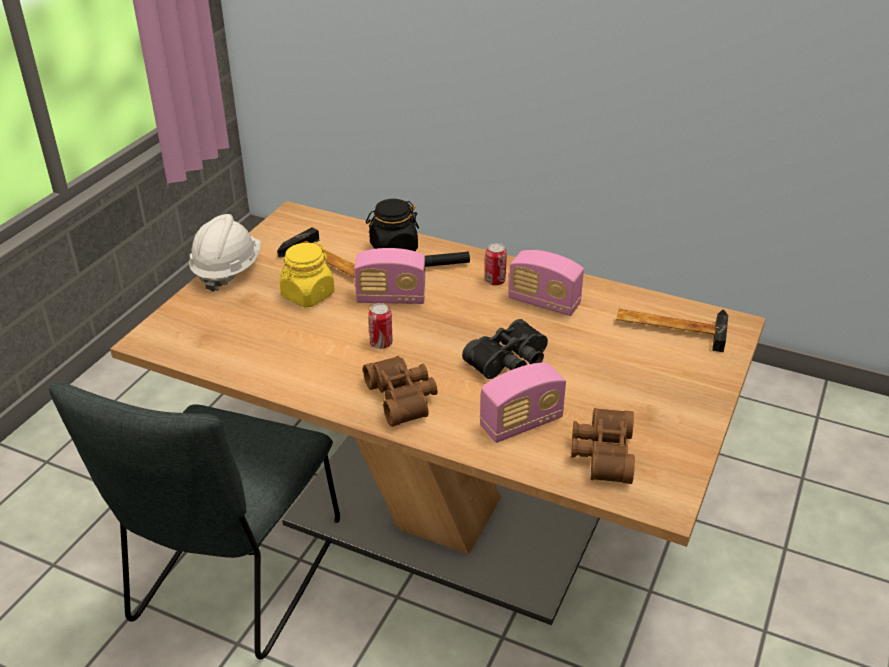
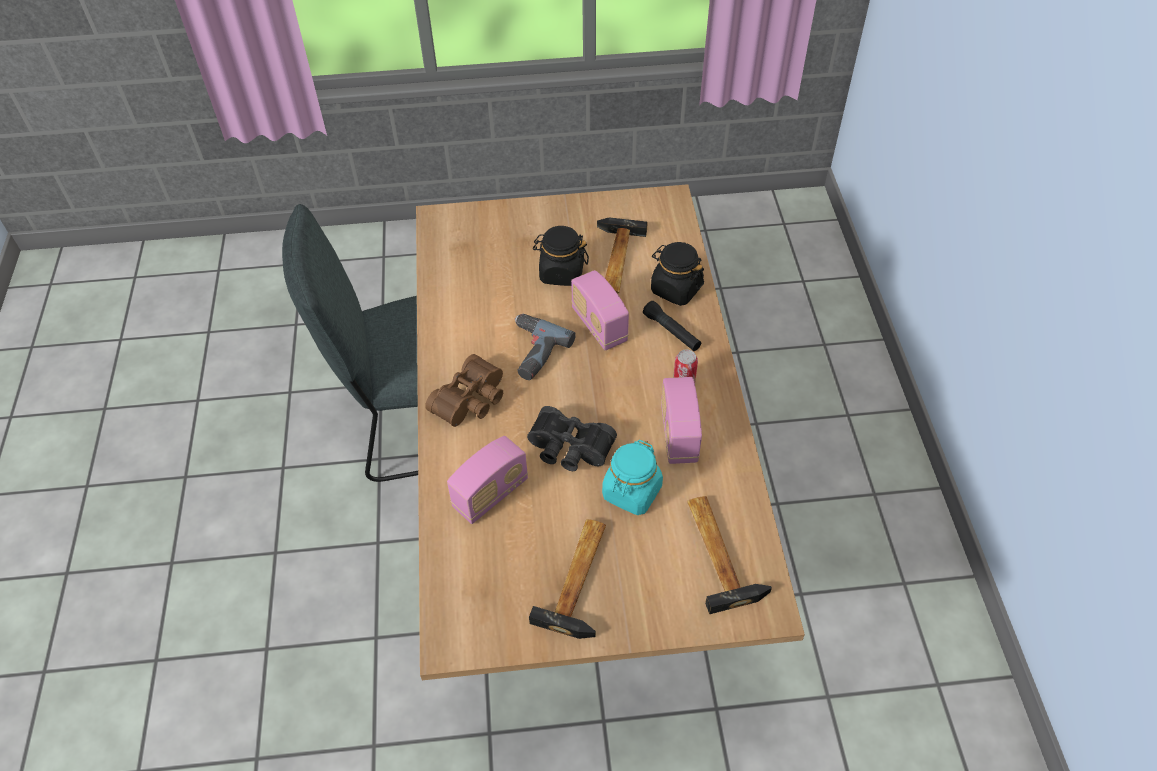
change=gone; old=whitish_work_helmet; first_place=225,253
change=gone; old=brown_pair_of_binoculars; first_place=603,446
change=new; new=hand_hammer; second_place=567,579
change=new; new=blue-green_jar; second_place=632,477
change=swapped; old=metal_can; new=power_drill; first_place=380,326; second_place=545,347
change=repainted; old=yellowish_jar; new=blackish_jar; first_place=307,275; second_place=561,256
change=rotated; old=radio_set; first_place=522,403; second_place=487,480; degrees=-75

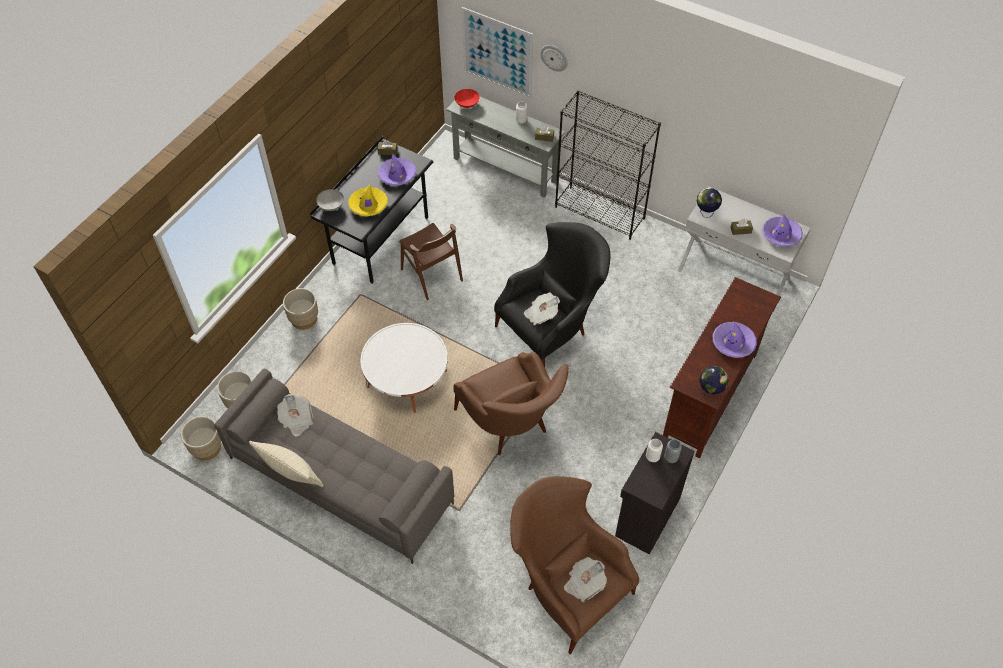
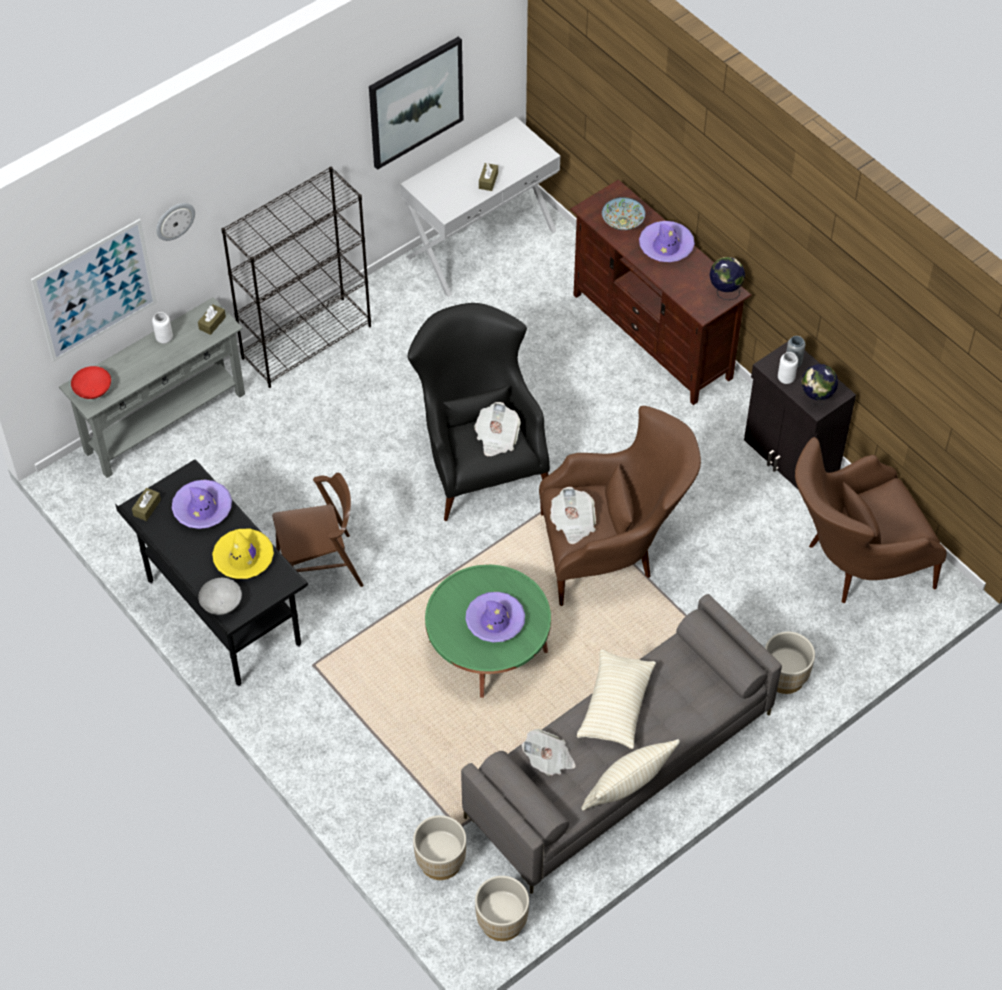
change=new; new=picture; second_place=416,103
change=new; new=beige-coloured_cushion; second_place=616,699
change=new; new=serving_bowl; second_place=624,213
change=shifted; old=beige-coloured_planter; first_place=300,309; second_place=790,663
change=shifted; old=printed_paper; first_place=585,579; second_place=573,515
change=shifted; old=world_globe; first_place=709,203; second_place=819,384
change=shifted; old=purplish_clothing_hat; first_place=782,230; second_place=495,617
change=repainted; old=whitish_low_table; new=greenish_low_table; first_place=404,368; second_place=488,631

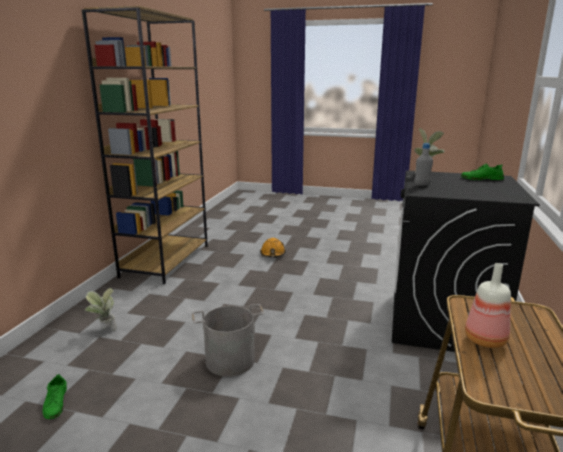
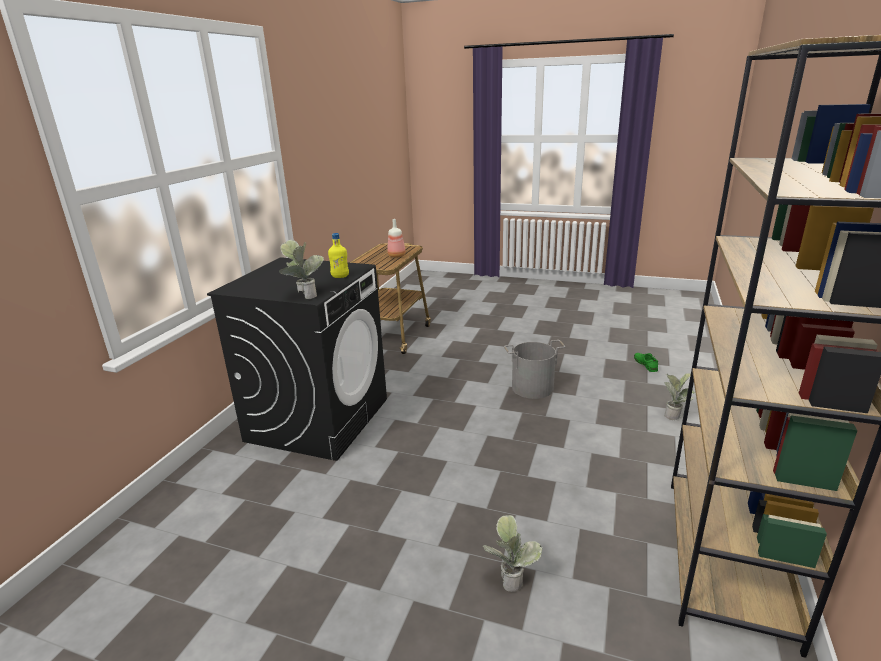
change=gone; old=greenish_low_shoe; first_place=482,171
change=swapped; old=orangey_work_helmet; new=plant_in_a_pot; first_place=273,247; second_place=513,553
change=repainted; old=gray_drink_bottle; new=yellowish_drink_bottle; first_place=423,164; second_place=338,255

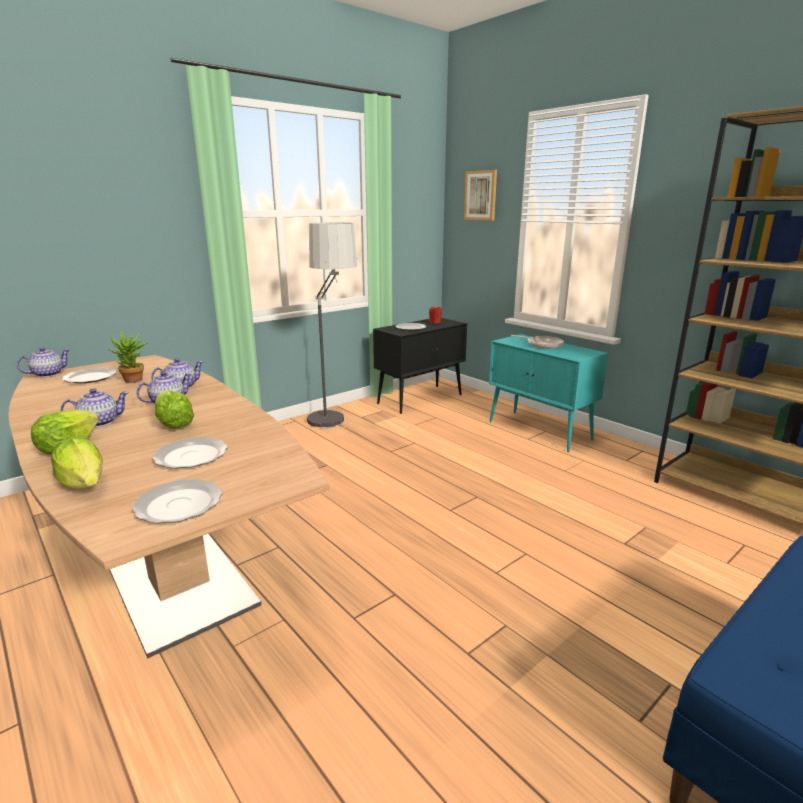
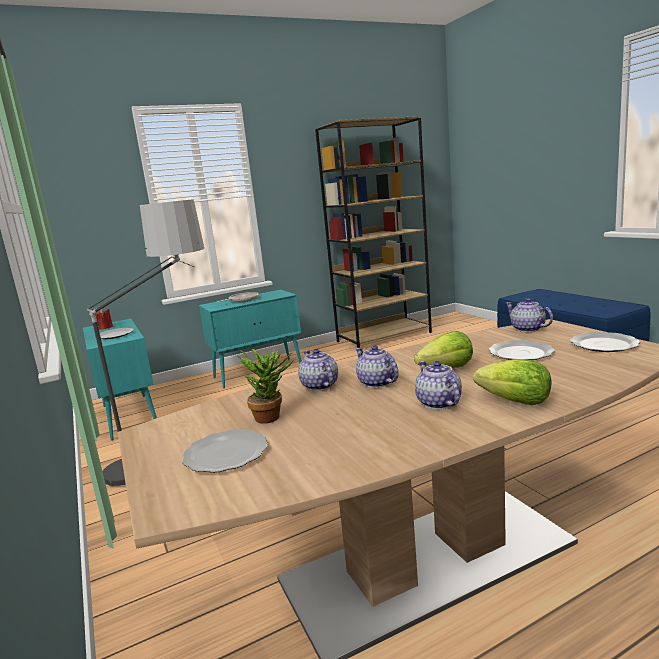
change=gone; old=lettuce; first_place=77,463
change=gone; old=picture; first_place=480,195
change=shifted; old=tea_pot; first_place=43,362; second_place=529,315
change=repainted; old=blackish_cabinet; new=blue-green_cabinet; first_place=420,366; second_place=120,379

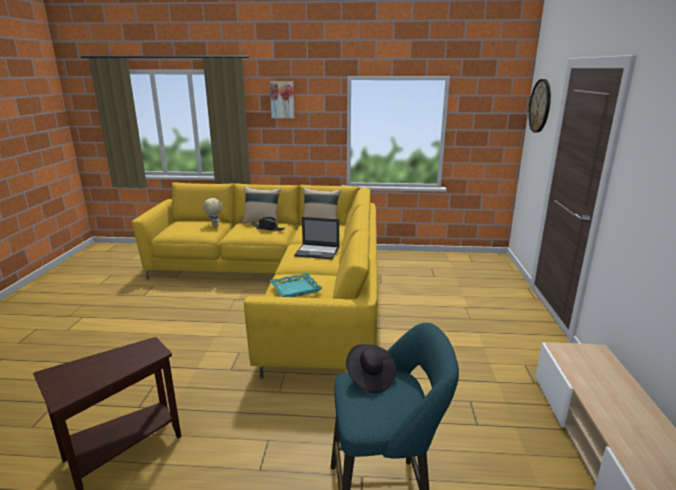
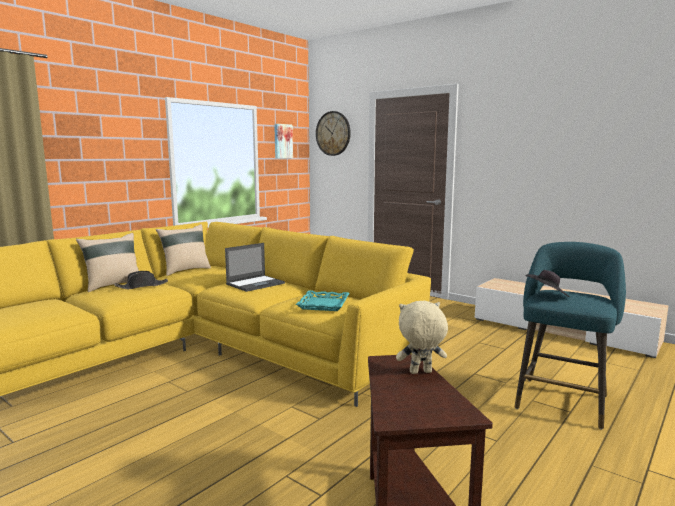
change=shifted; old=beige-coloured_cuddly_toy; first_place=212,212; second_place=422,337
change=shifted; old=picture; first_place=282,99; second_place=283,141

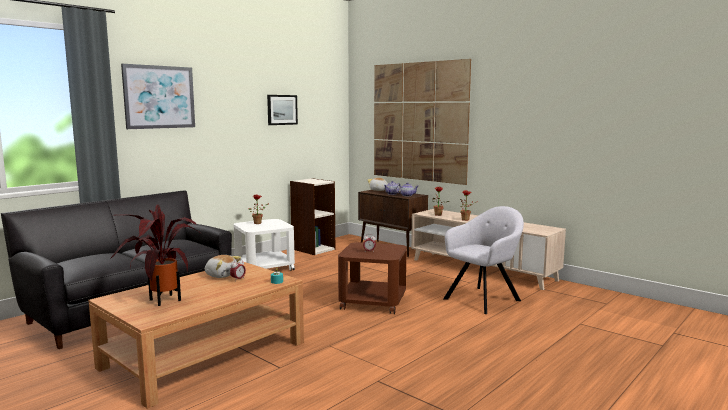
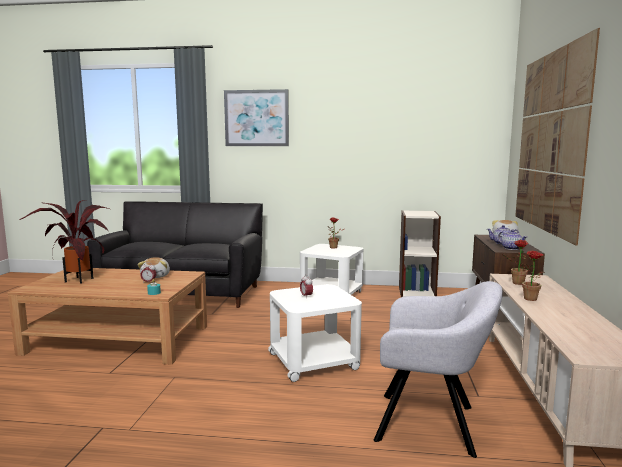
change=gone; old=picture; first_place=282,110
change=repainted; old=brown_side_table; new=whitish_side_table; first_place=372,278; second_place=315,333

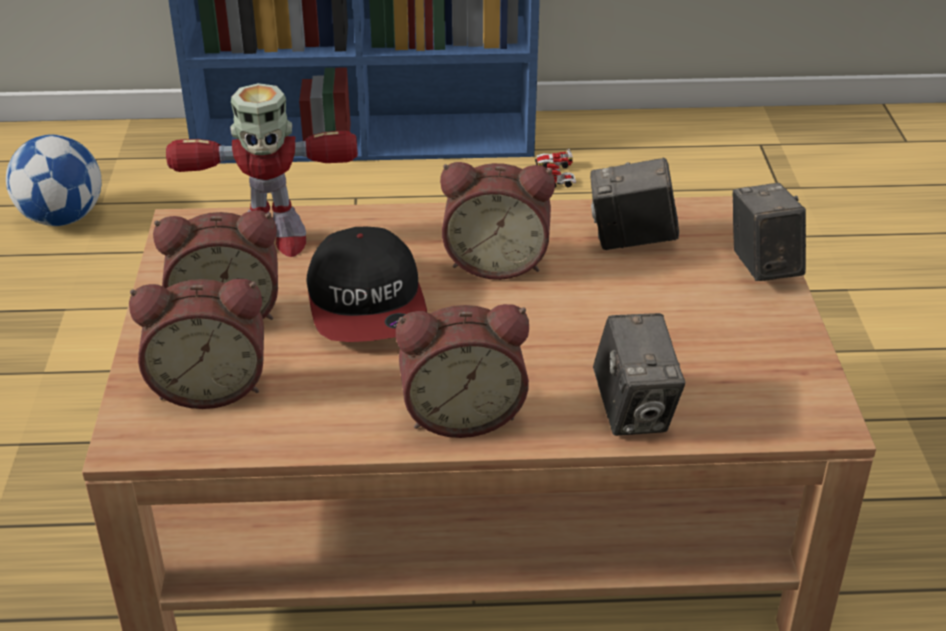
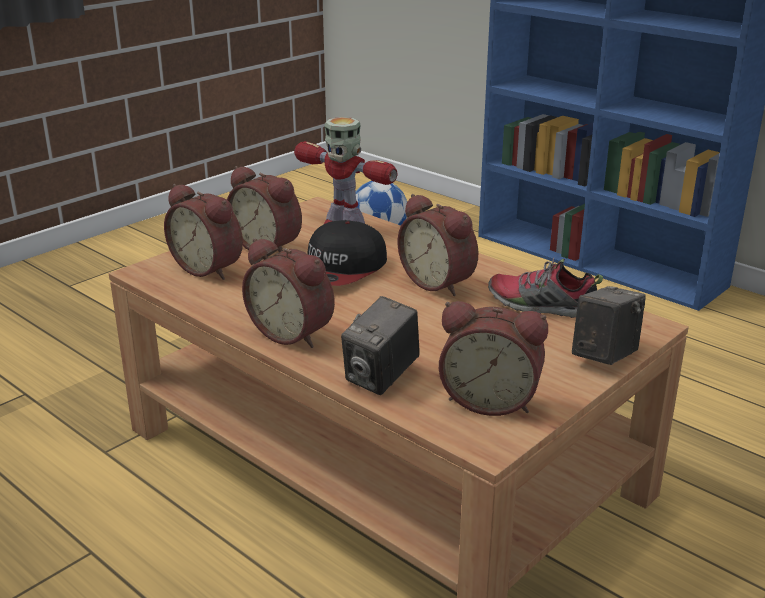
change=gone; old=miniature_car; first_place=555,168
change=new; new=table_clock; second_place=493,358
change=swapped; old=photo_camera; new=low_shoe; first_place=634,204; second_place=545,287

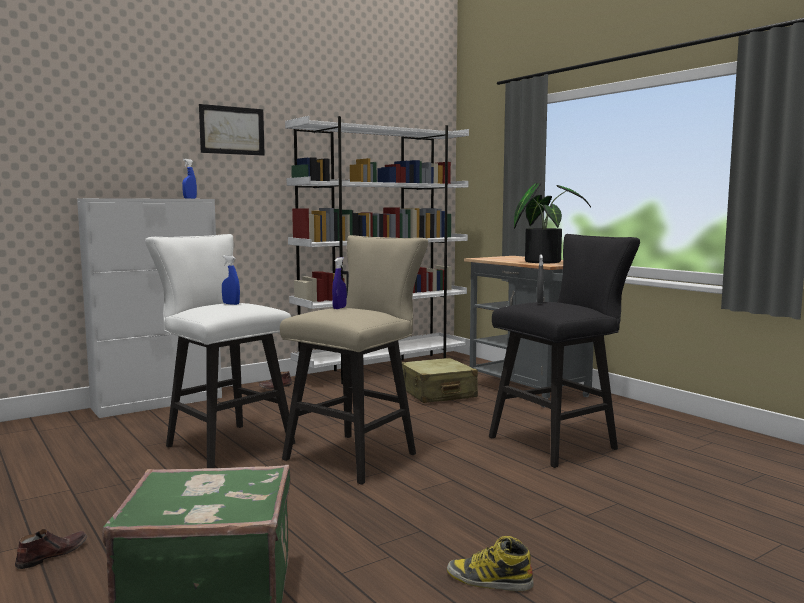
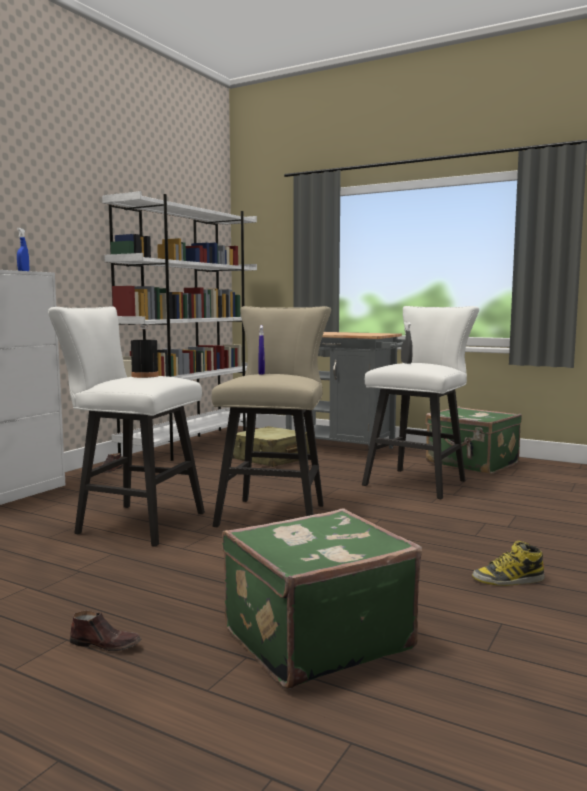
change=gone; old=picture; first_place=232,130
change=gone; old=plant_in_a_pot; first_place=552,223
change=new; new=greenish_suitcase; second_place=473,440
change=swapped; old=blue-coloured_sprayer; new=blackish_drink_bottle; first_place=231,280; second_place=145,351
change=repainted; old=blackish_sitting_stool; new=whitish_sitting_stool; first_place=564,351; second_place=420,402
change=rotated; old=brown_low_shoe; first_place=51,549; second_place=105,631; degrees=90

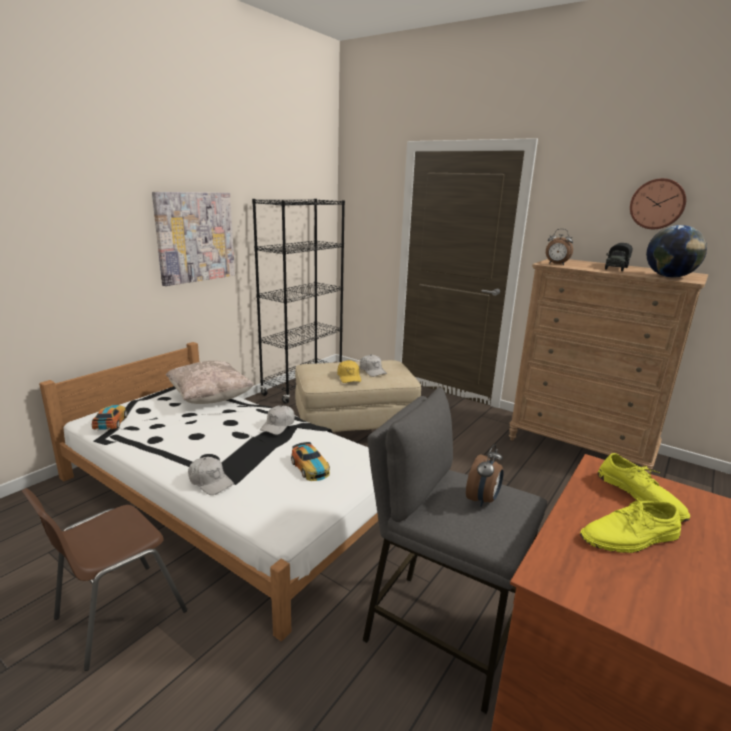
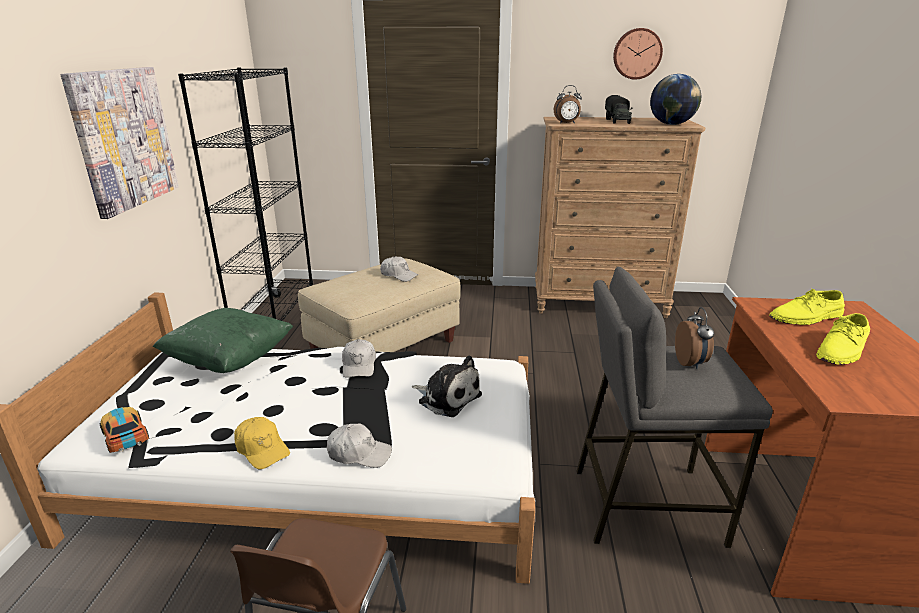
change=shifted; old=yellowish_baseball_cap; first_place=349,371; second_place=262,443
change=swapped; old=miniature_car; new=cuddly_toy; first_place=310,461; second_place=447,386
change=repainted; old=beige-coloured_cushion; new=greenish_cushion; first_place=210,382; second_place=223,340
change=rotated; old=yellowish_low_shoe; first_place=644,487; second_place=807,306; degrees=135

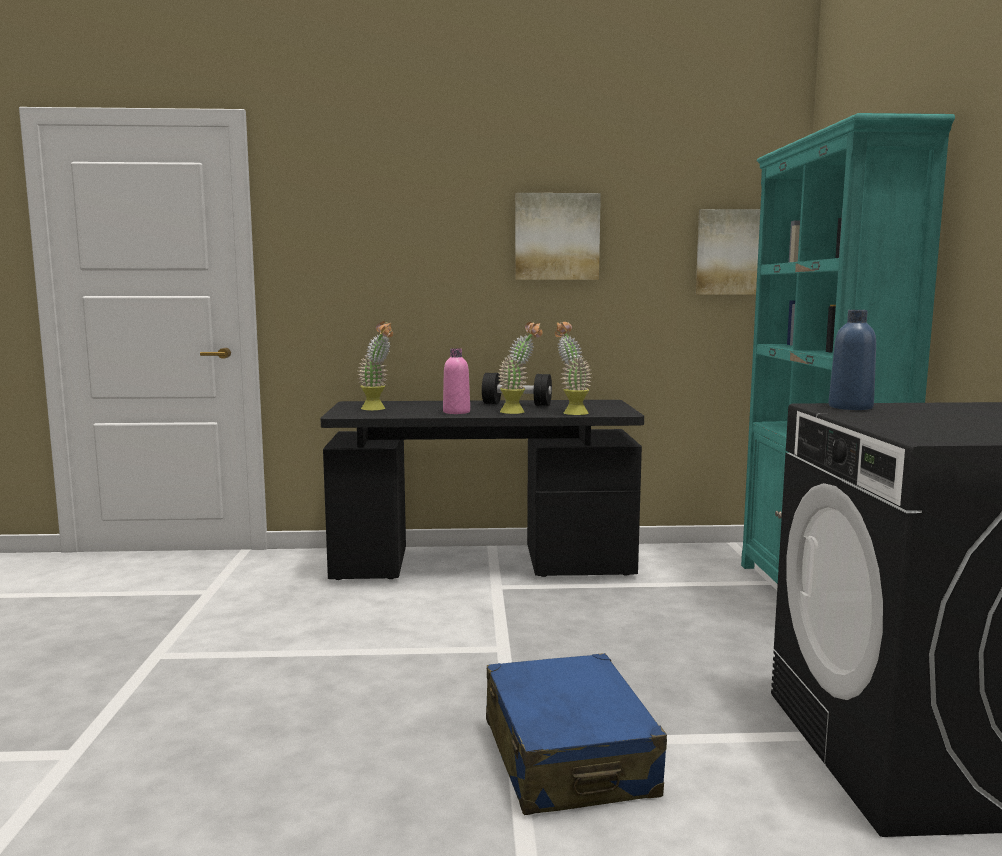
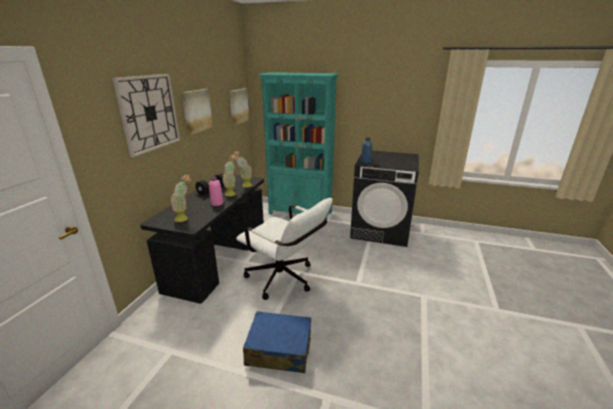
change=new; new=hanging_clock; second_place=146,115
change=new; new=whitish_office_chair; second_place=284,249
change=shifted; old=blue-coloured_suitcase; first_place=576,734; second_place=277,342

